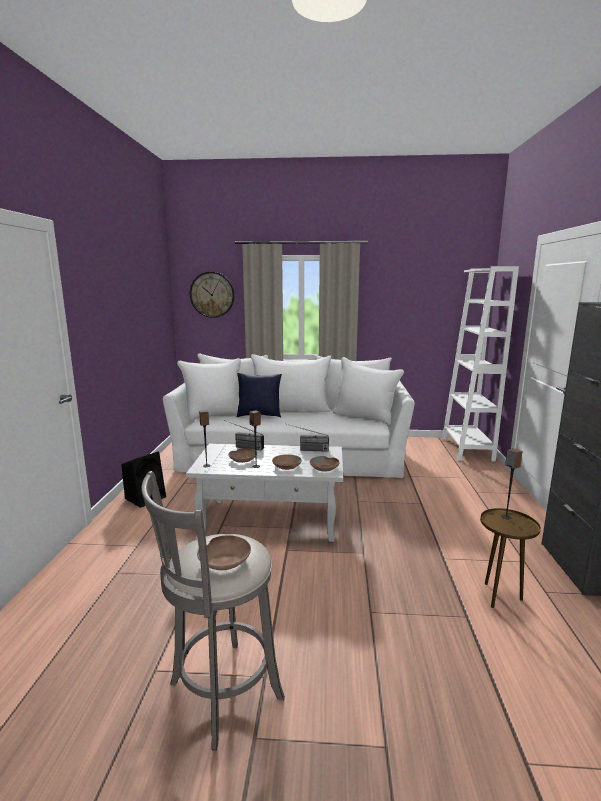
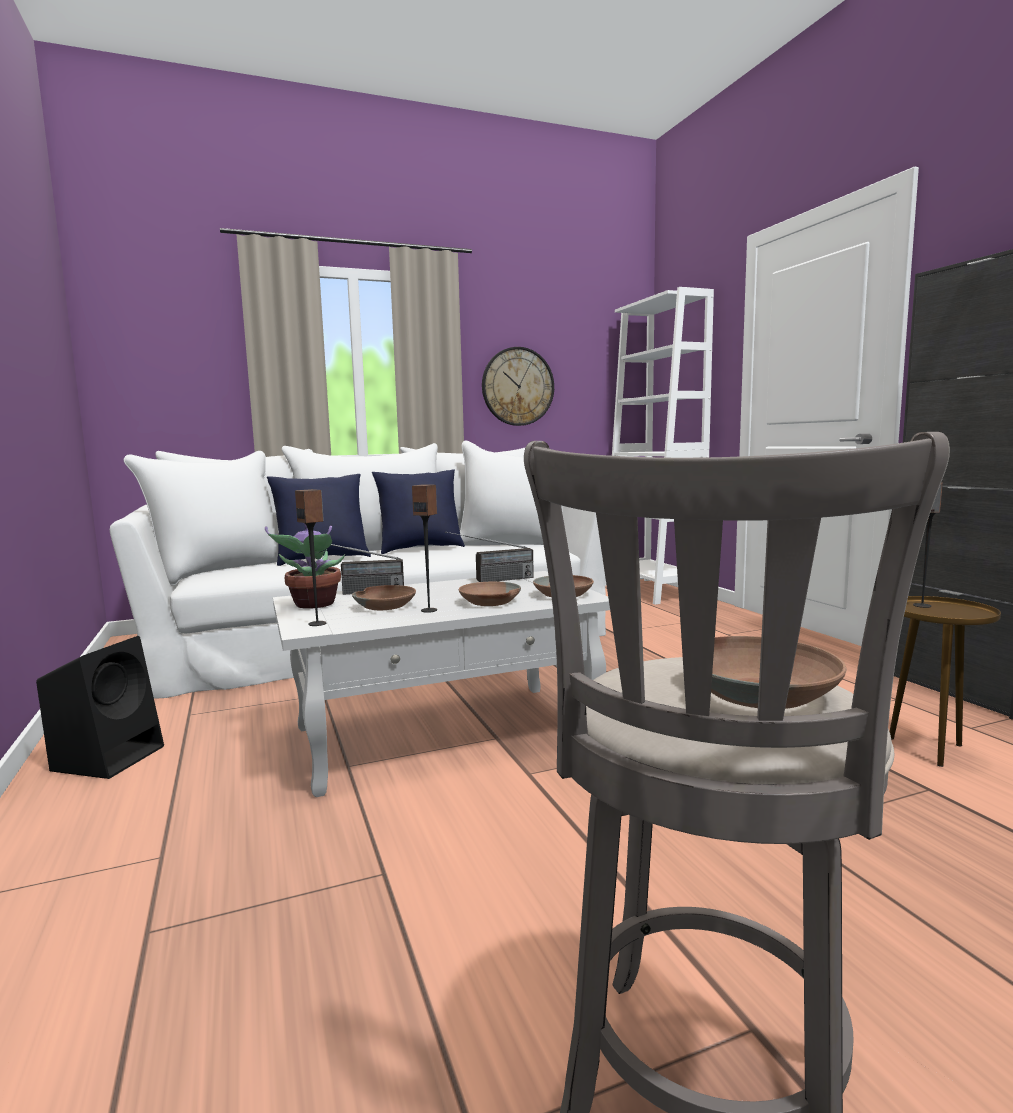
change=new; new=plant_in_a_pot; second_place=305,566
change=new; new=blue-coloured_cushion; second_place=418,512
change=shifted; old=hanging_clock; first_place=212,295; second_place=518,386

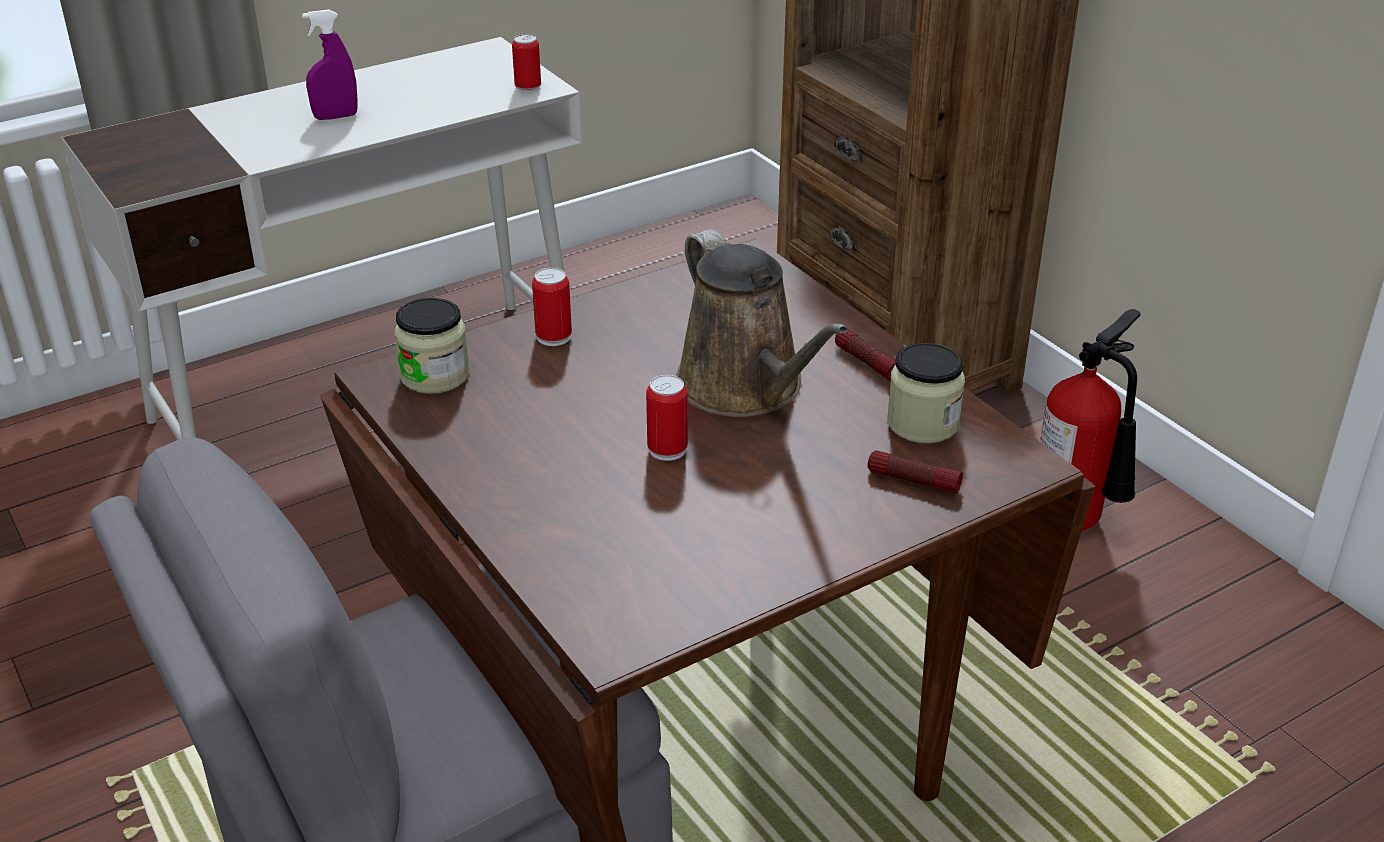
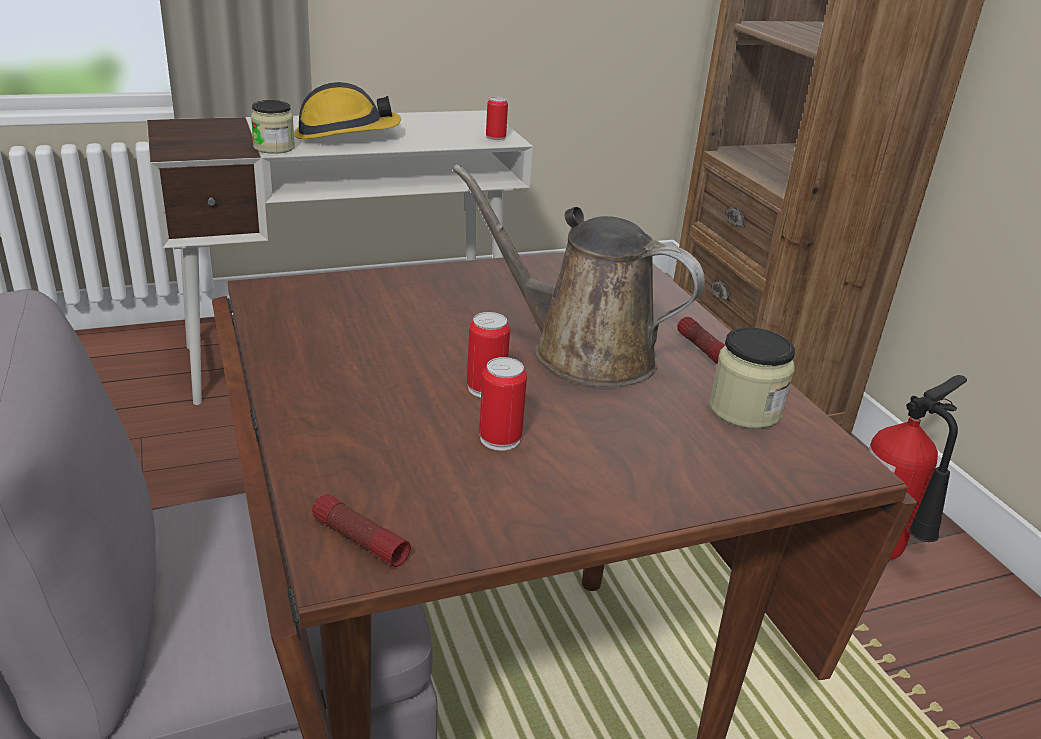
change=shifted; old=jar; first_place=431,346; second_place=273,127
change=shifted; old=metal_can; first_place=552,307; second_place=503,404
change=shifted; old=hand_torch; first_place=915,472; second_place=361,530
change=swapped; old=purplish_sprayer; new=work_helmet; first_place=330,65; second_place=347,110
change=rotated; old=brown_watering_can; first_place=762,323; second_place=578,275; degrees=135

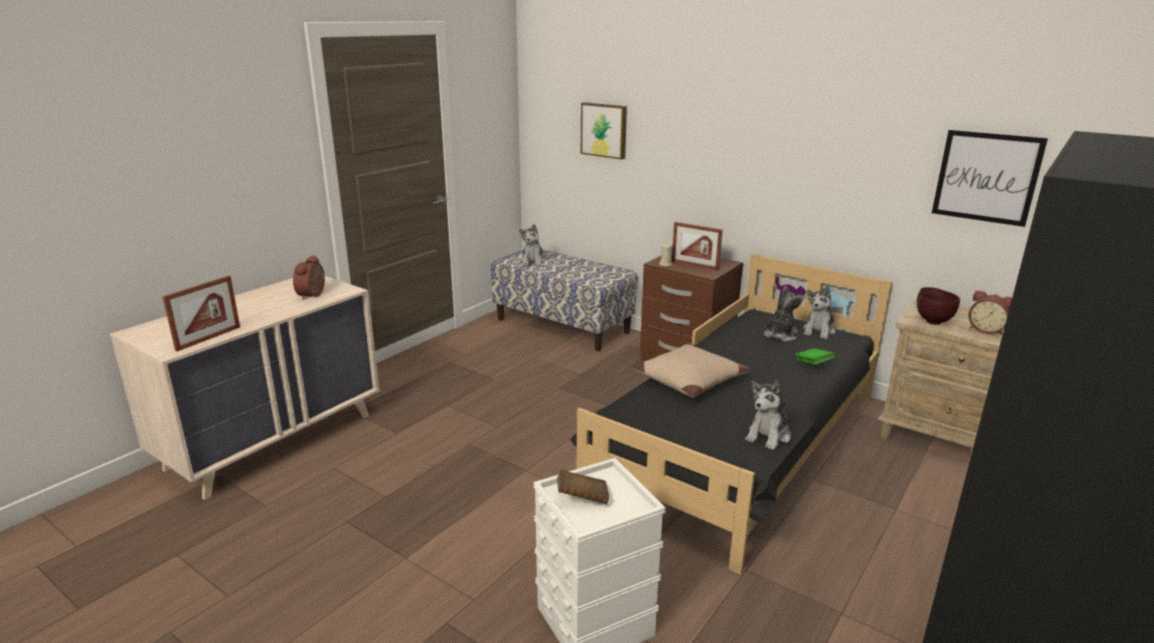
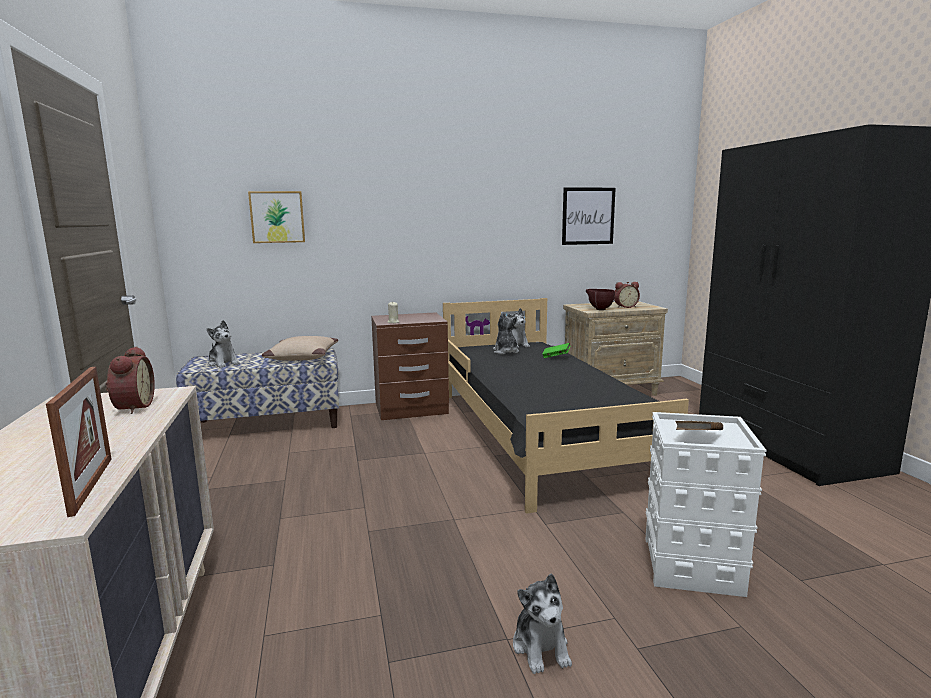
change=gone; old=photo_frame; first_place=697,246
change=shifted; old=beige-coloured_cushion; first_place=691,370; second_place=300,348
change=shifted; old=cuddly_toy; first_place=768,415; second_place=542,624
change=rotated; old=table_clock; first_place=309,277; second_place=130,380; degrees=-150

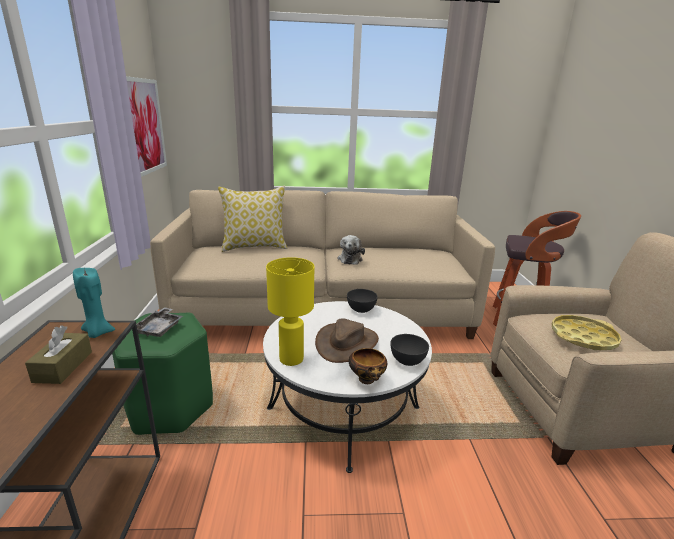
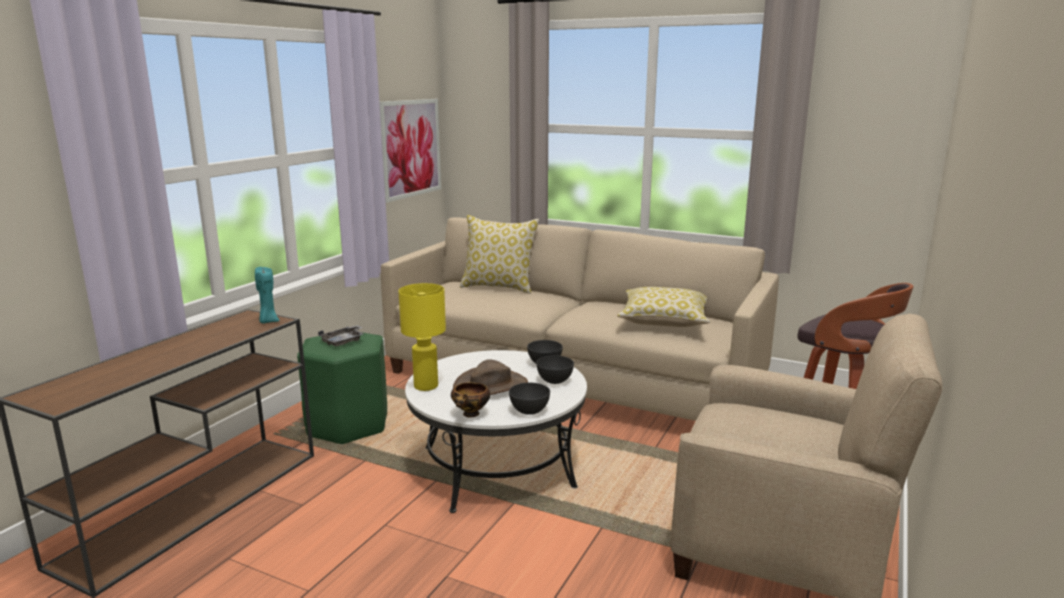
change=gone; old=brown_box_of_tissues; first_place=58,354
change=gone; old=cuddly_toy; first_place=351,250
change=gone; old=yellowish_carrying_tray; first_place=587,332
change=new; new=gray_serving_bowl; second_place=555,369
change=new; new=cushion; second_place=663,307

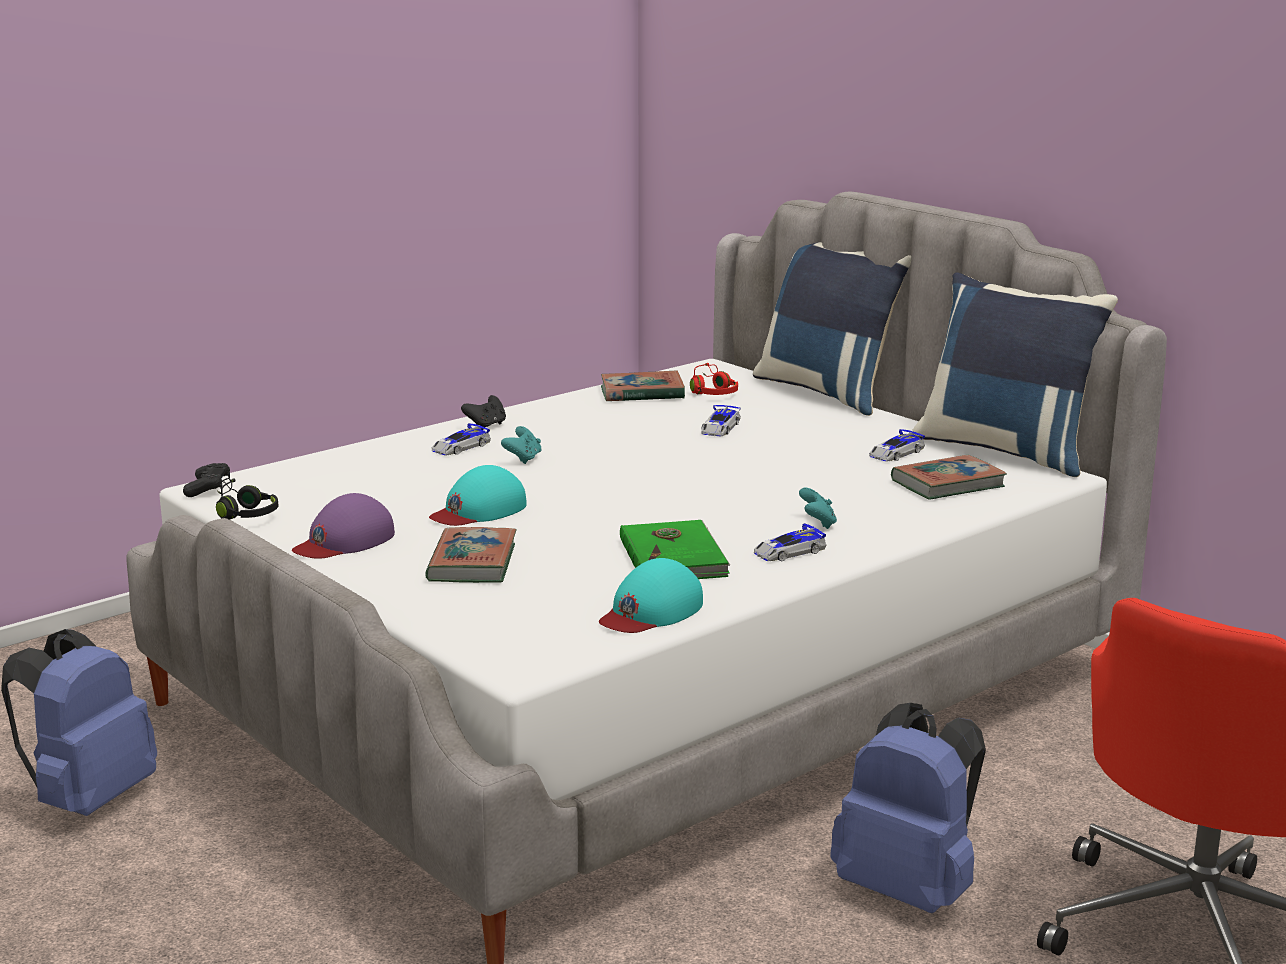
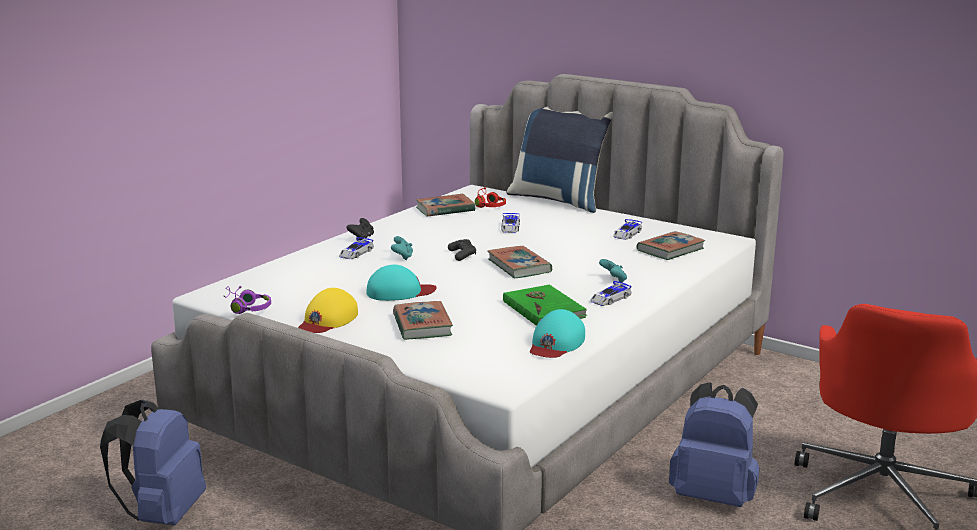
change=gone; old=blue-coloured_cushion; first_place=1015,374
change=new; new=book; second_place=520,262
change=shifted; old=blackish_joypad; first_place=206,480; second_place=462,250
change=repainted; old=blackish_pair_of_headphones; new=purplish_pair_of_headphones; first_place=247,499; second_place=247,300
change=repainted; old=purplish_baseball_cap; new=yellowish_baseball_cap; first_place=343,526; second_place=328,310
change=rotated; old=blue-green_baseball_cap; first_place=478,495; second_place=401,283; degrees=-135

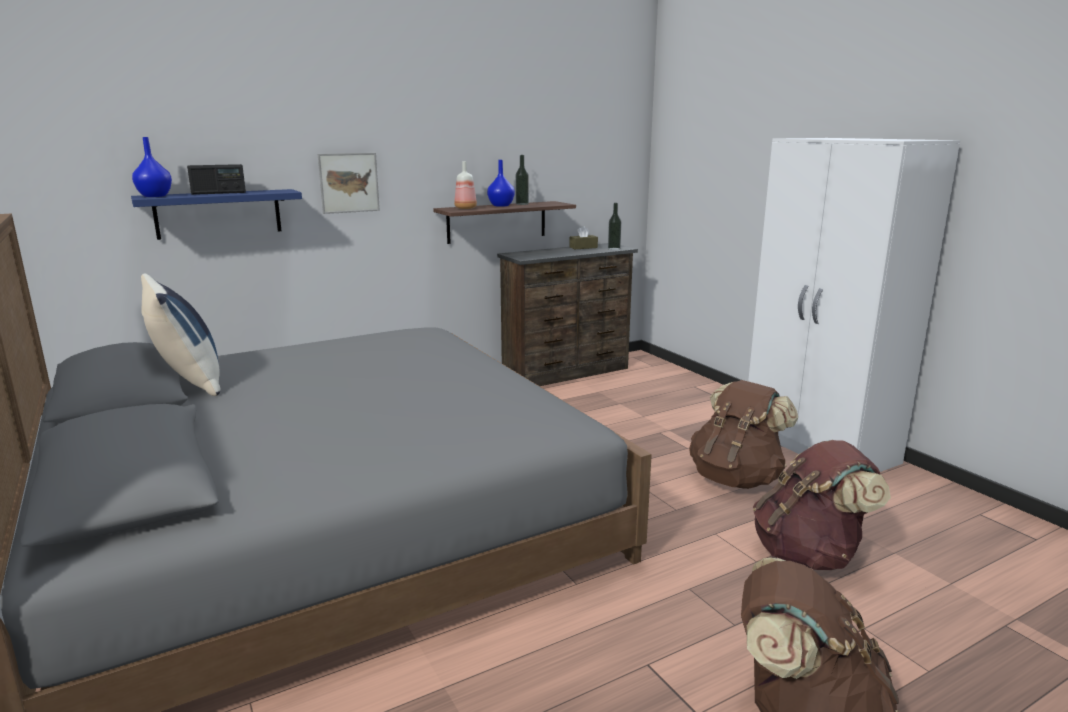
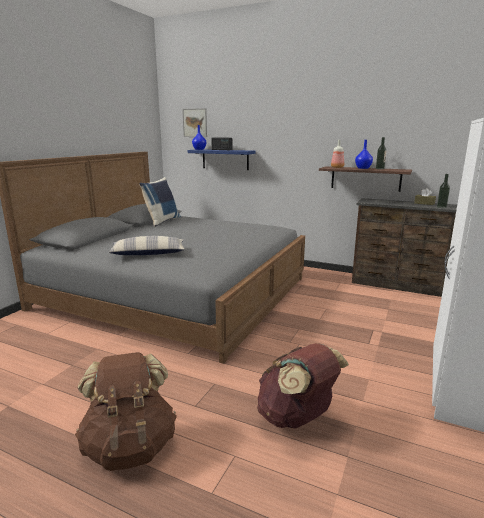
change=gone; old=brown_backpack; first_place=743,434
change=new; new=cushion; second_place=147,245
change=shifted; old=picture; first_place=349,183; second_place=194,122

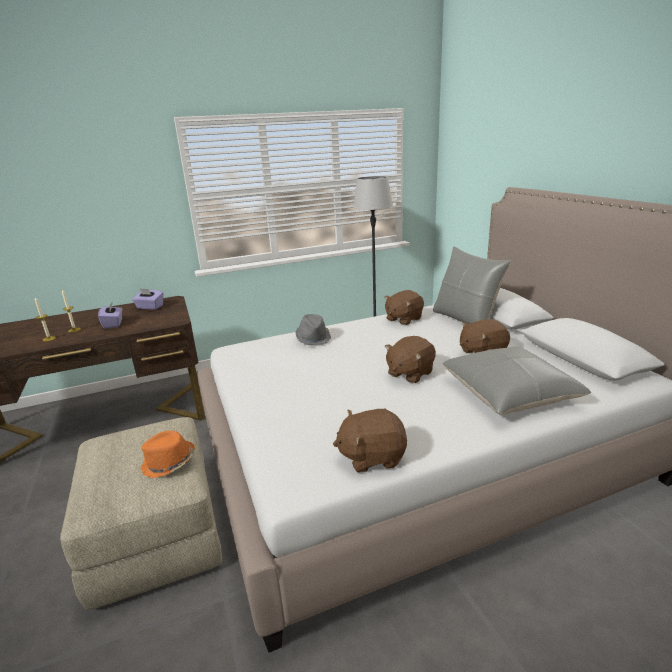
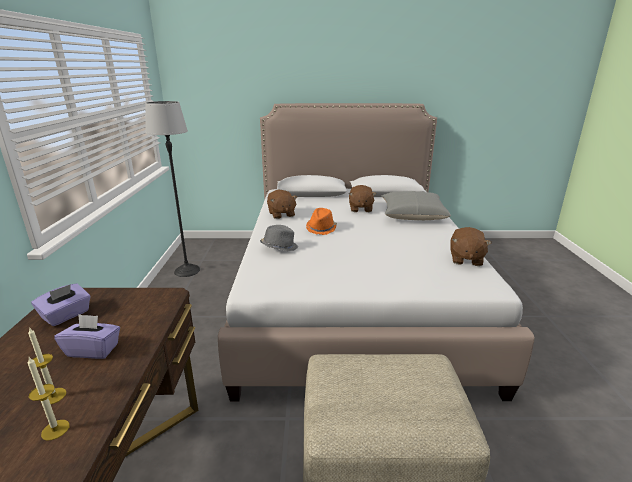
change=gone; old=brown_cuddly_toy; first_place=410,359
change=gone; old=gray_cushion; first_place=472,285
change=shifted; old=orangey_clothing_hat; first_place=167,454; second_place=321,221

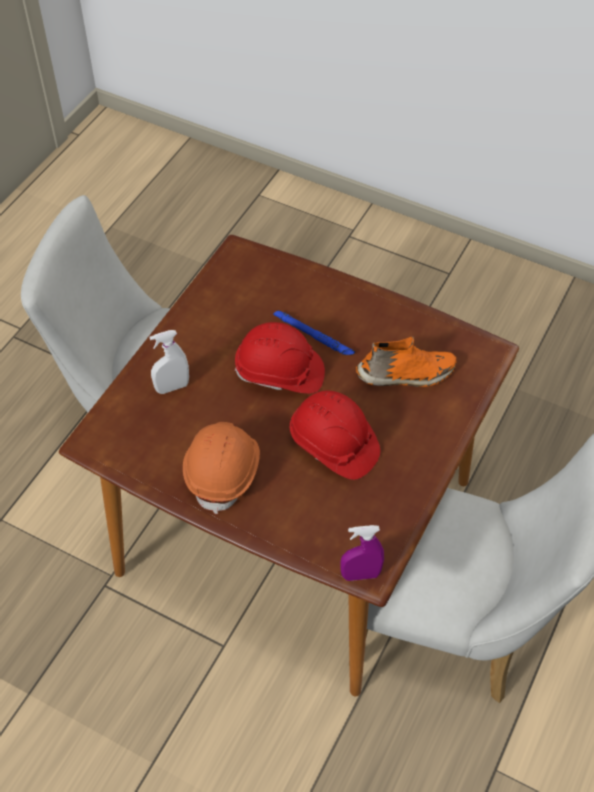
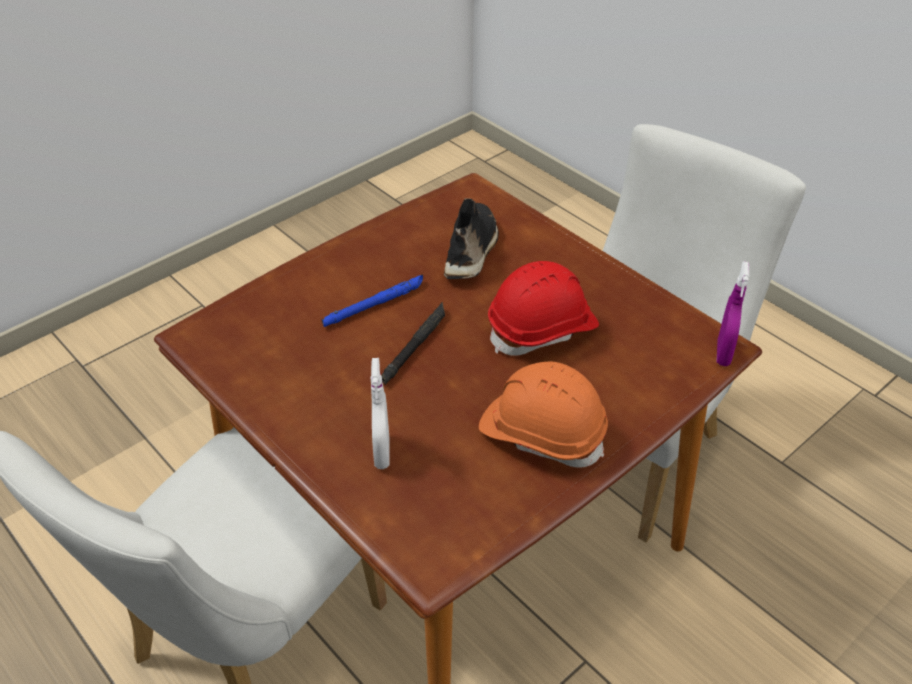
change=swapped; old=red-coloured_work_helmet; new=blackish_hand_torch; first_place=280,358; second_place=413,343
change=repainted; old=orangey_low_shoe; new=blackish_low_shoe; first_place=406,361; second_place=471,238

